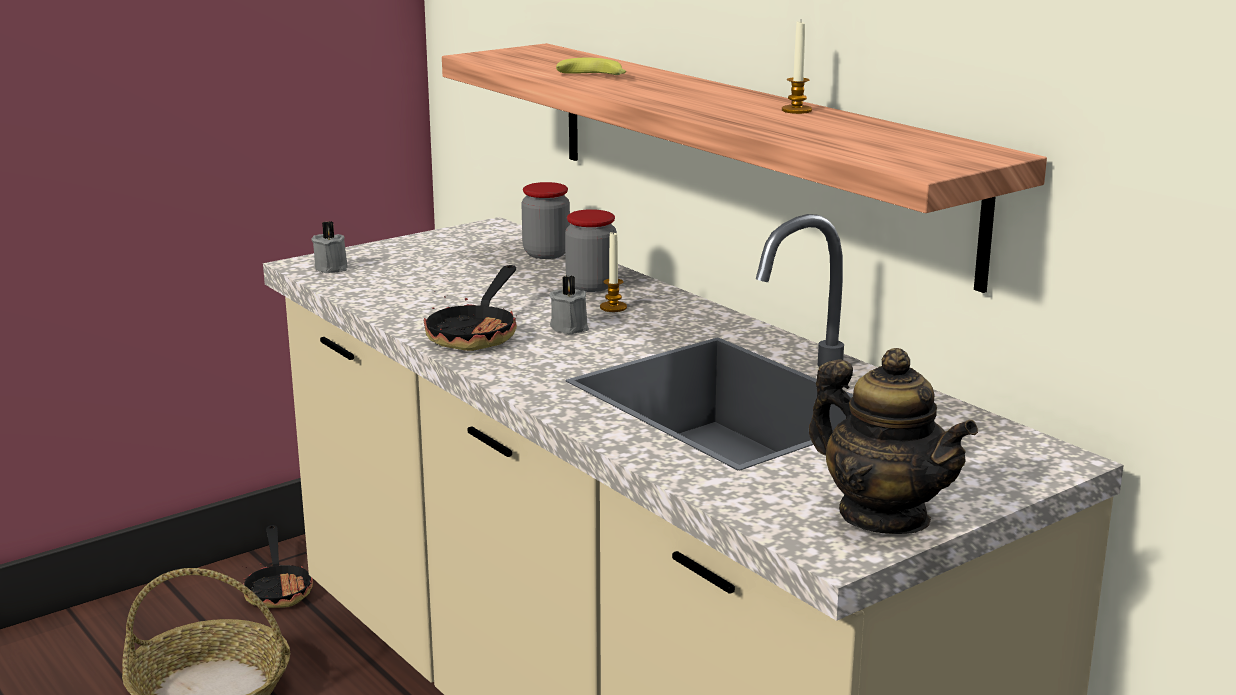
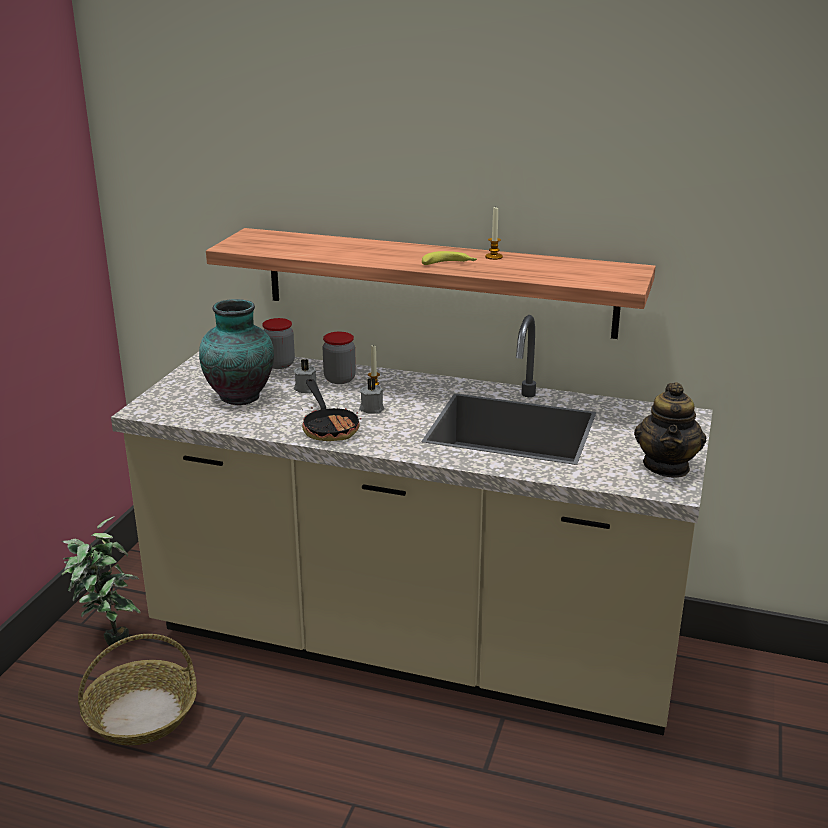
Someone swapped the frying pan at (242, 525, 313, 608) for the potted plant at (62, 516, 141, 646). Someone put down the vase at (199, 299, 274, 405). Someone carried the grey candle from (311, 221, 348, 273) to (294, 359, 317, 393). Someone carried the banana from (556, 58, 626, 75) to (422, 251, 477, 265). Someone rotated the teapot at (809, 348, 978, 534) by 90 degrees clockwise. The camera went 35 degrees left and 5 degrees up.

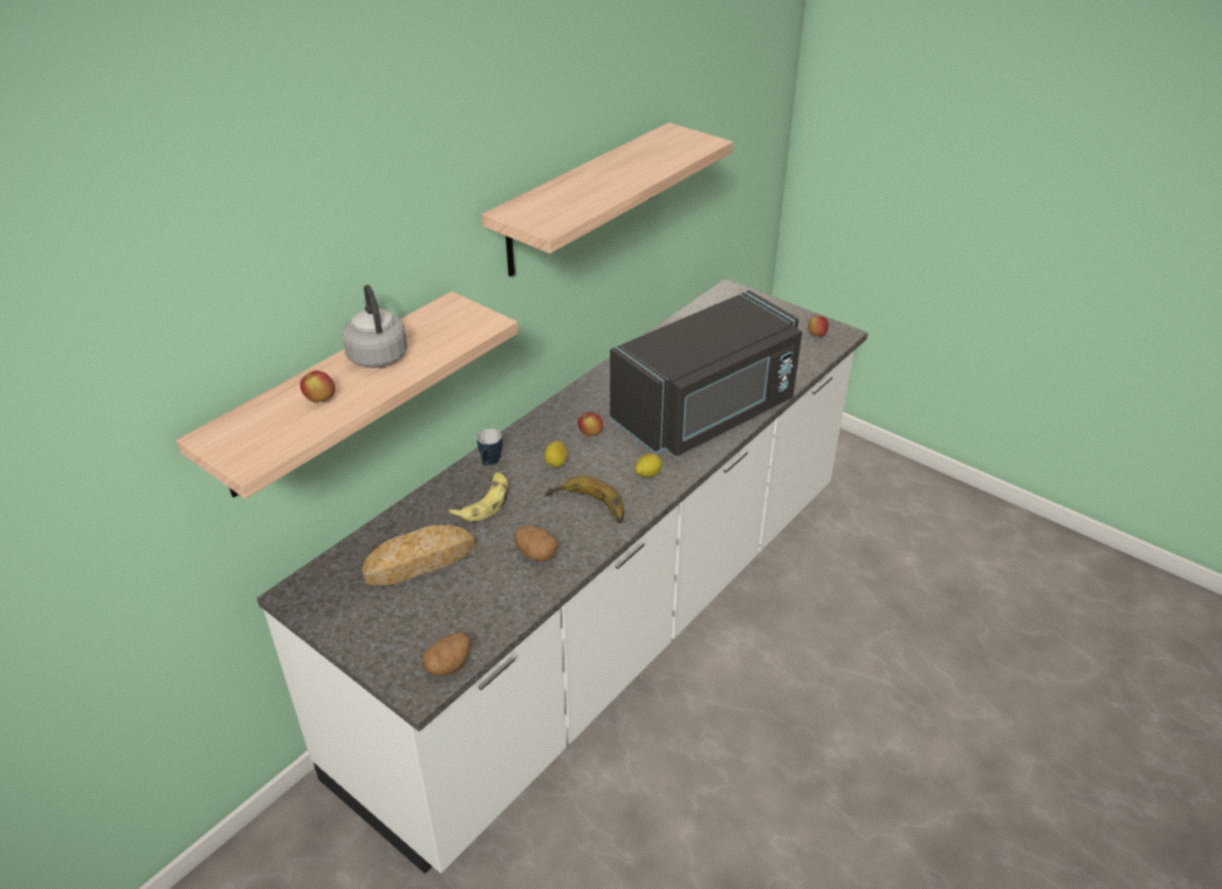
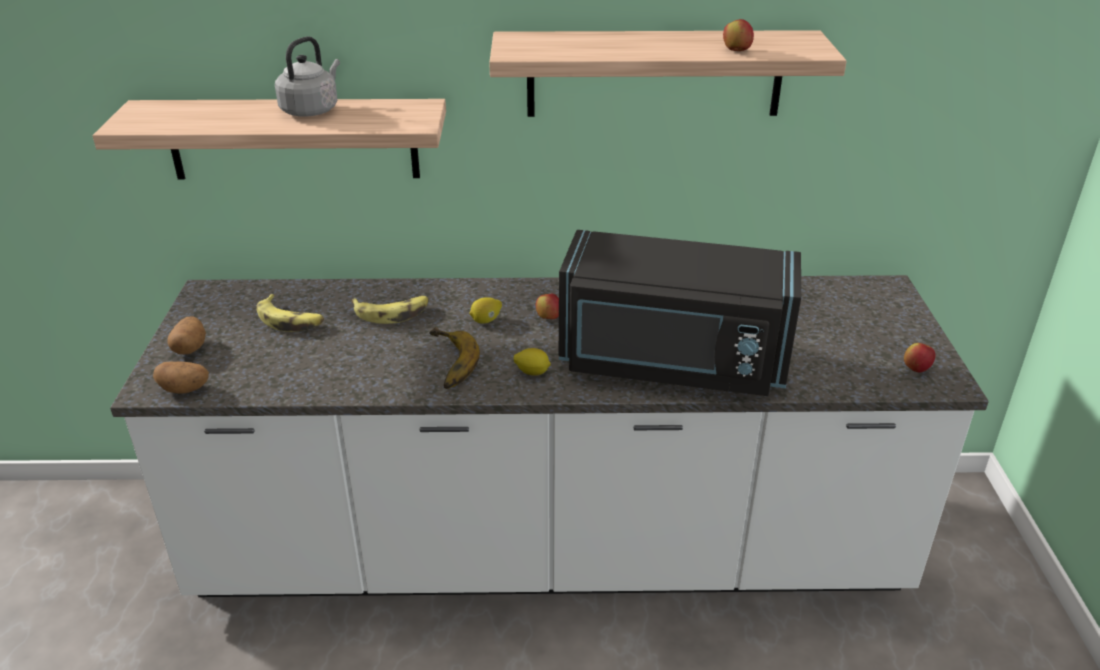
Someone carried the potato from (514, 526, 559, 562) to (167, 316, 206, 355). Someone swapped the bread at (362, 525, 475, 585) for the banana at (256, 294, 324, 332). Someone carried the apple from (300, 371, 335, 402) to (723, 19, 754, 51). Someone took away the mug at (477, 428, 502, 466). The camera went 50 degrees right and 5 degrees down.

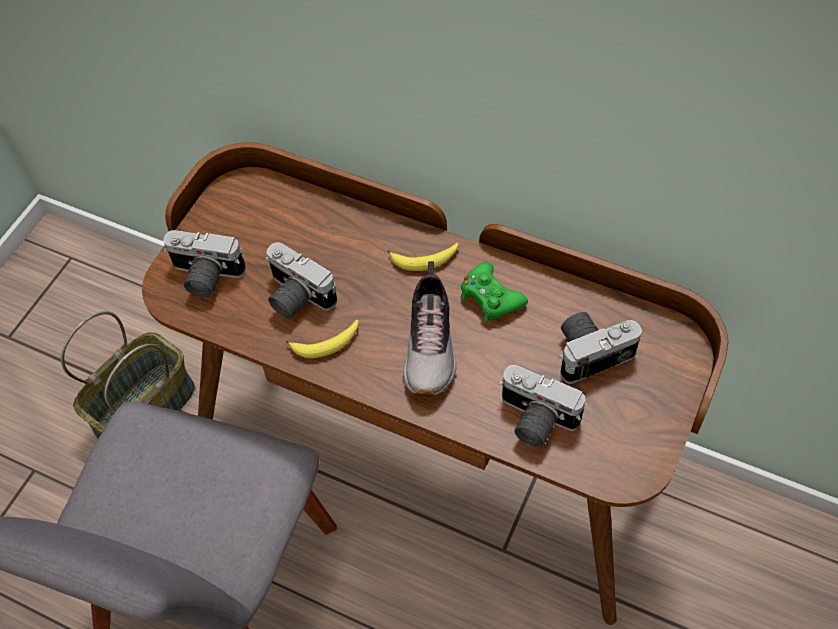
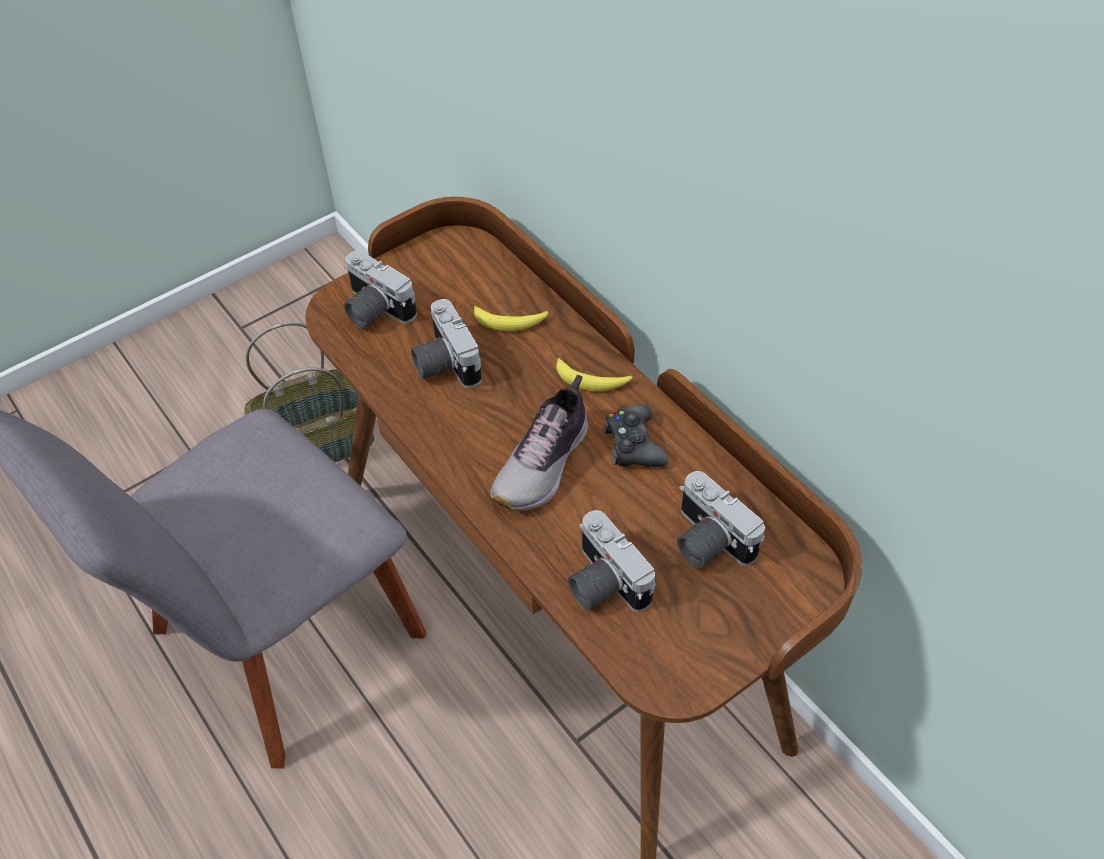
Someone carried the banana from (286, 320, 359, 358) to (473, 303, 548, 331). Someone repainted the green game controller at (461, 262, 528, 322), which became the black game controller at (603, 404, 669, 467). Someone rotated the photo camera at (559, 312, 642, 384) by 135 degrees counterclockwise. The camera went 25 degrees right and 5 degrees down.

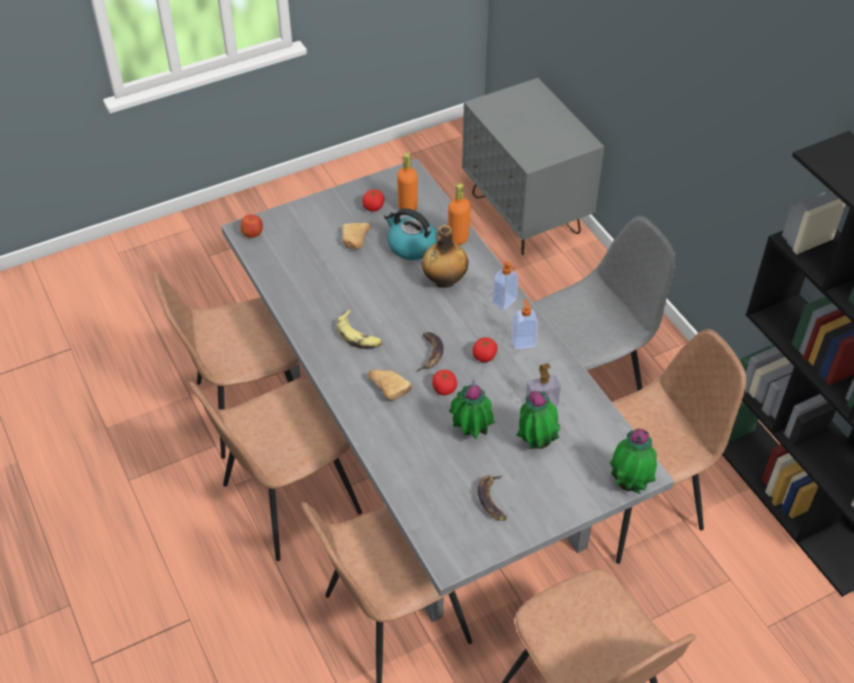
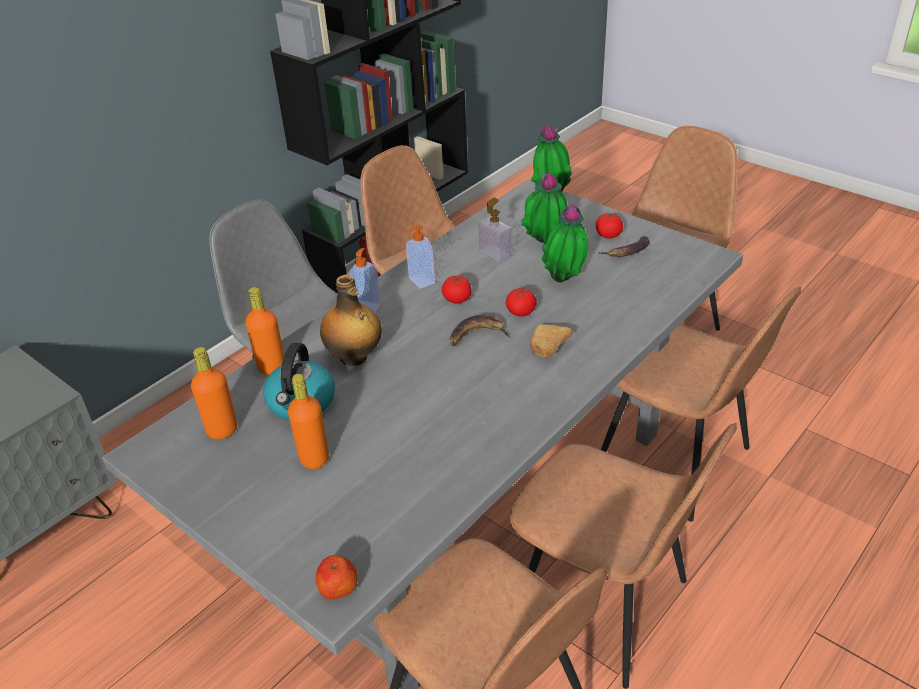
Someone swapped the bread at (342, 223, 371, 250) for the orange bottle at (288, 374, 329, 469). Someone carried the tomato from (362, 190, 385, 212) to (596, 213, 623, 239). Someone took away the banana at (337, 310, 383, 349). The camera went 110 degrees left and 10 degrees down.

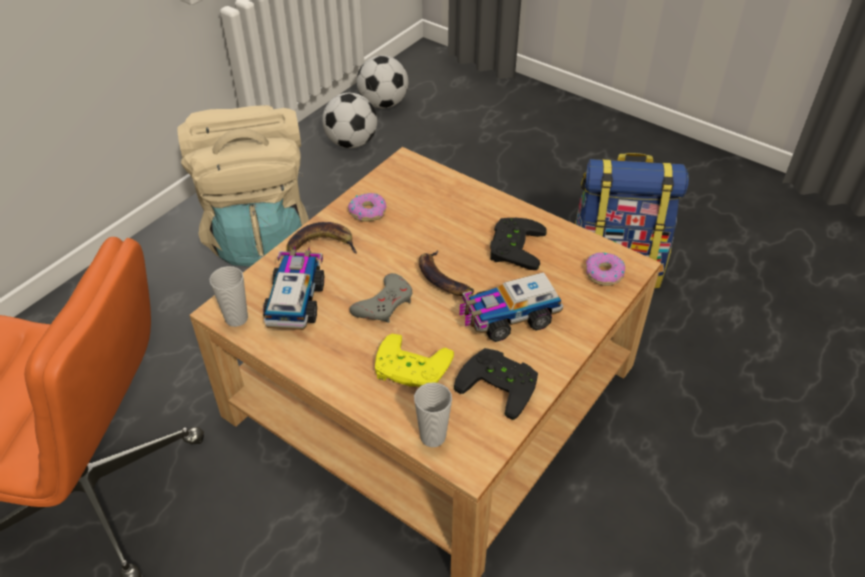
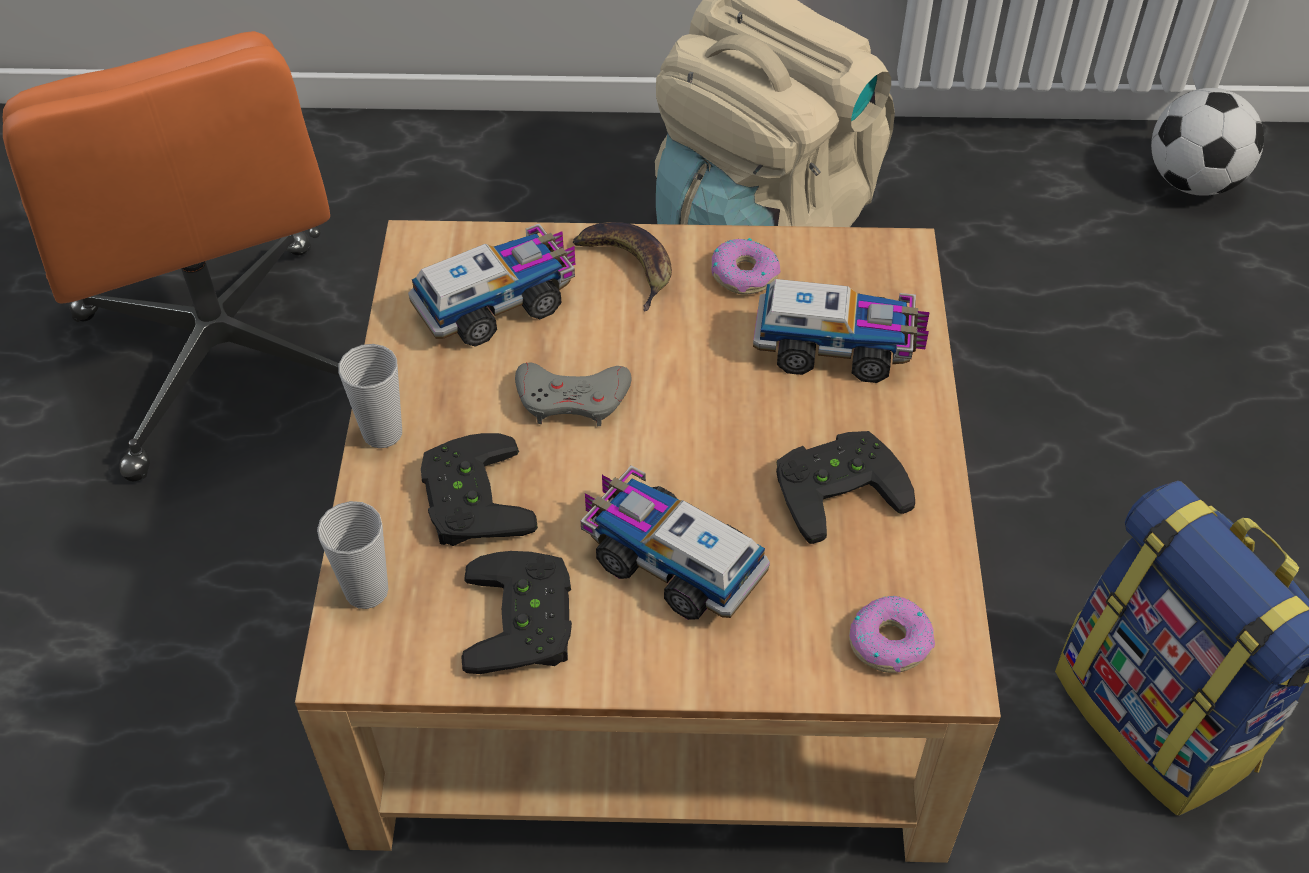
Someone carried the cup from (209, 266, 248, 327) to (338, 344, 402, 448). Someone repainted the yellow game controller at (375, 334, 454, 387), which became the black game controller at (421, 433, 538, 546). Someone put down the toy truck at (753, 279, 930, 383). Someone took away the football at (322, 93, 377, 148). Someone took away the banana at (419, 250, 474, 296). The camera went 55 degrees right and 5 degrees up.

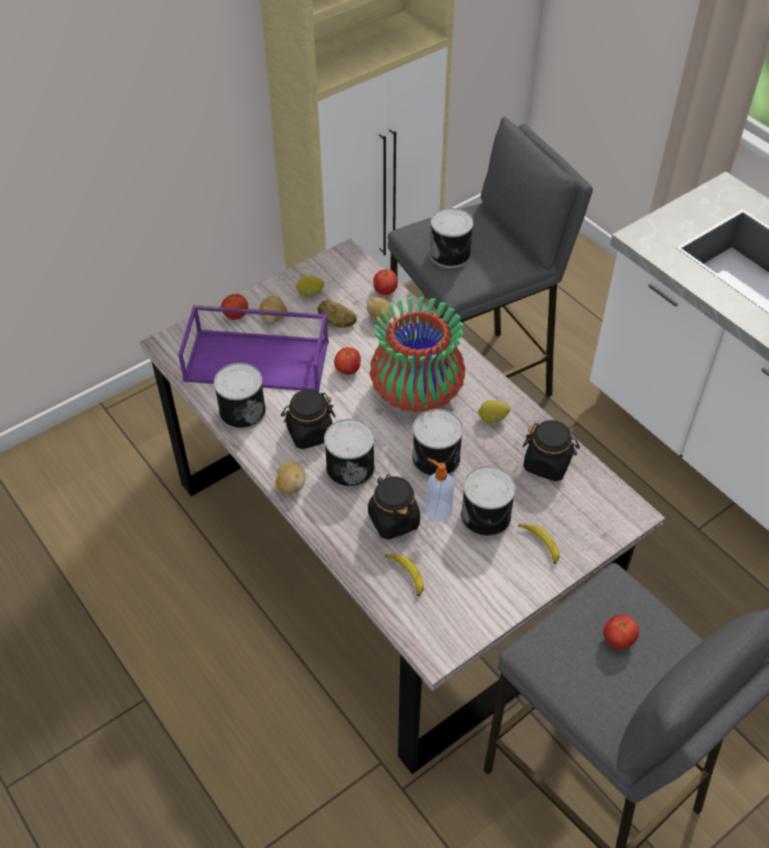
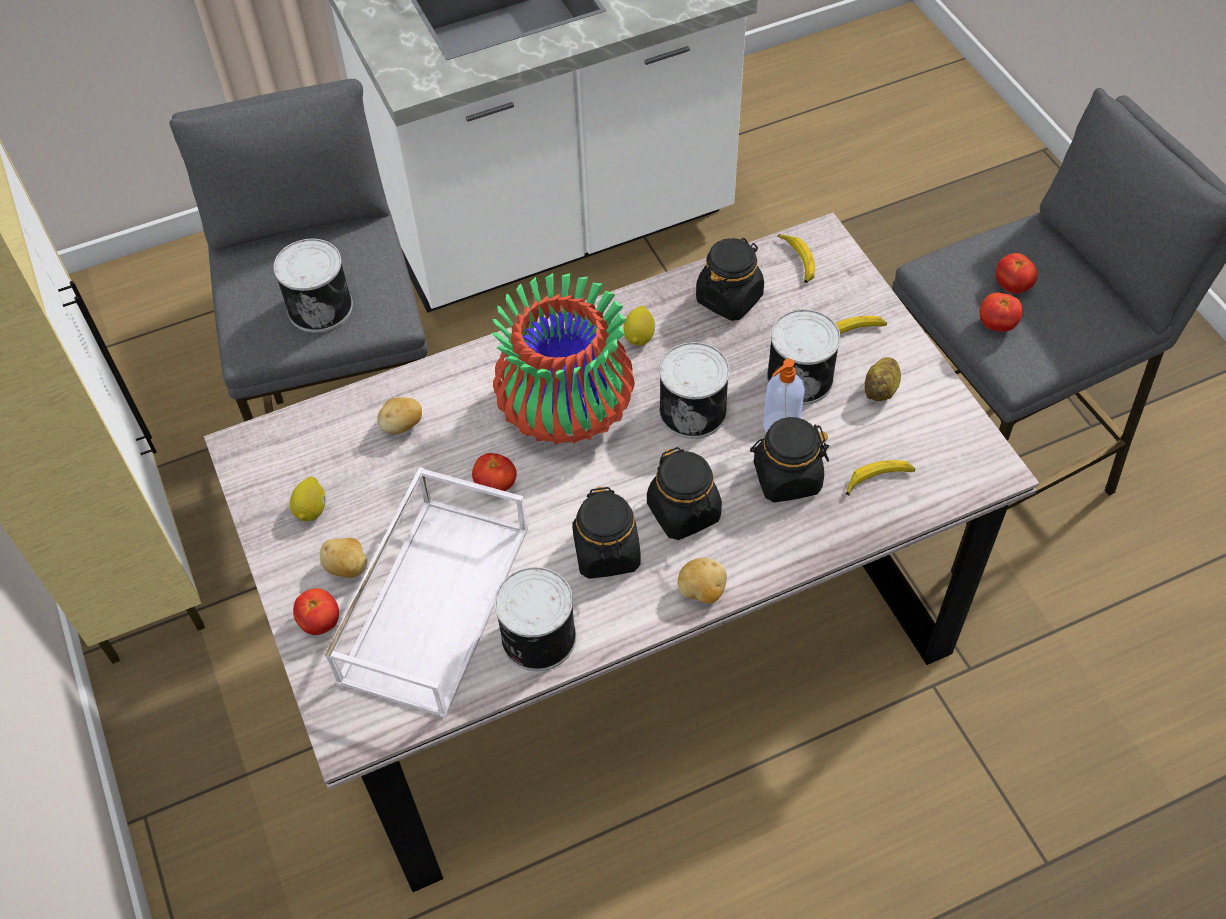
Someone repainted the purple tray at (178, 305, 329, 392), which became the white tray at (325, 467, 528, 718). Someone swapped the can at (324, 419, 375, 488) for the black jar at (647, 447, 722, 540). Someone put down the banana at (778, 234, 815, 283). Someone carried the potato from (318, 300, 357, 328) to (864, 357, 901, 401). Someone carried the tomato from (373, 269, 398, 295) to (979, 292, 1023, 332). The camera went 75 degrees left and 5 degrees up.

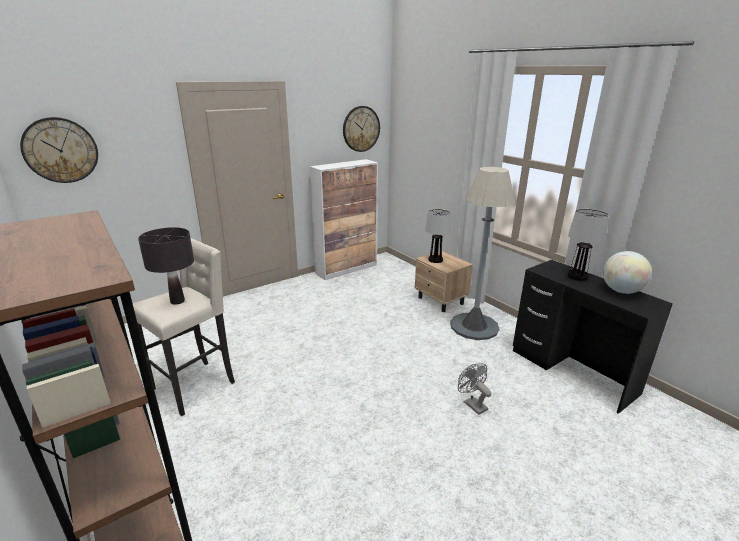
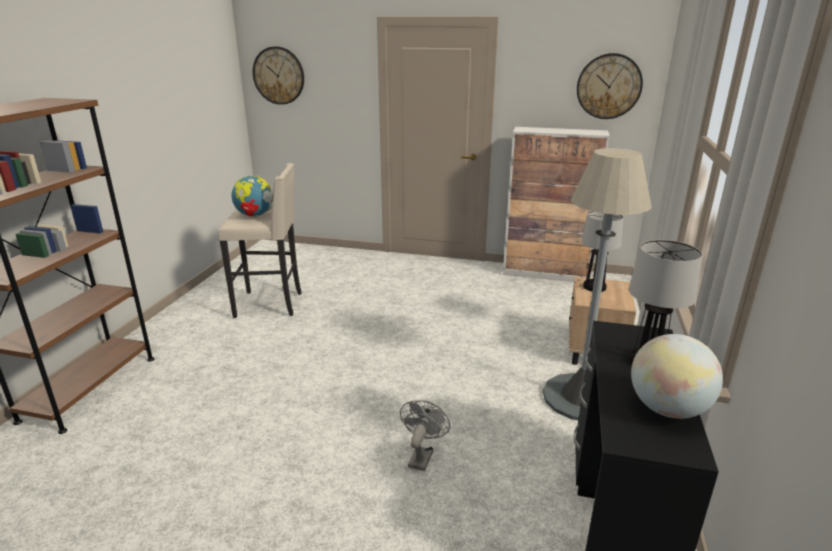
Someone swapped the black table lamp at (138, 227, 194, 305) for the globe at (231, 175, 273, 217). The camera went 50 degrees right and 0 degrees up.

